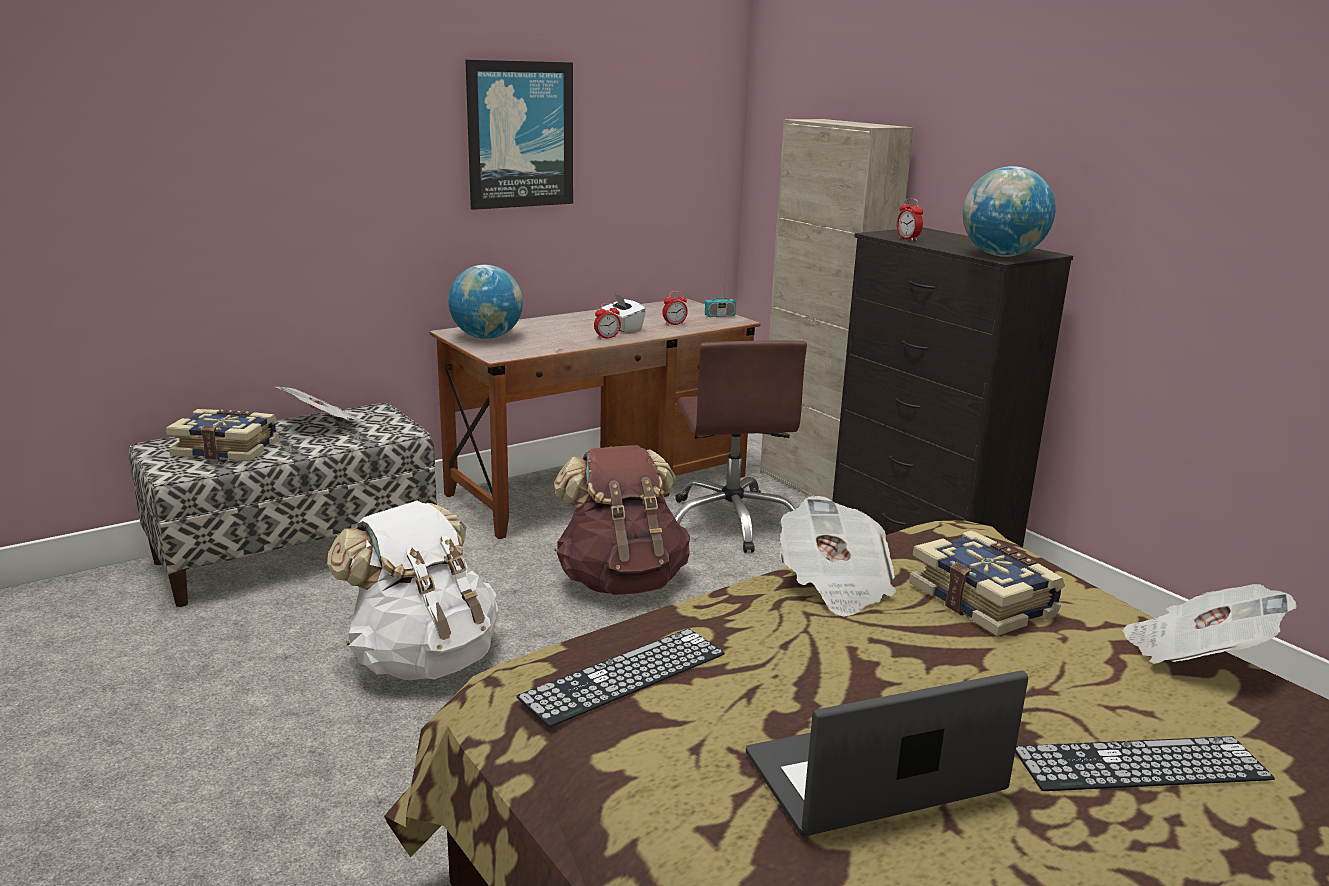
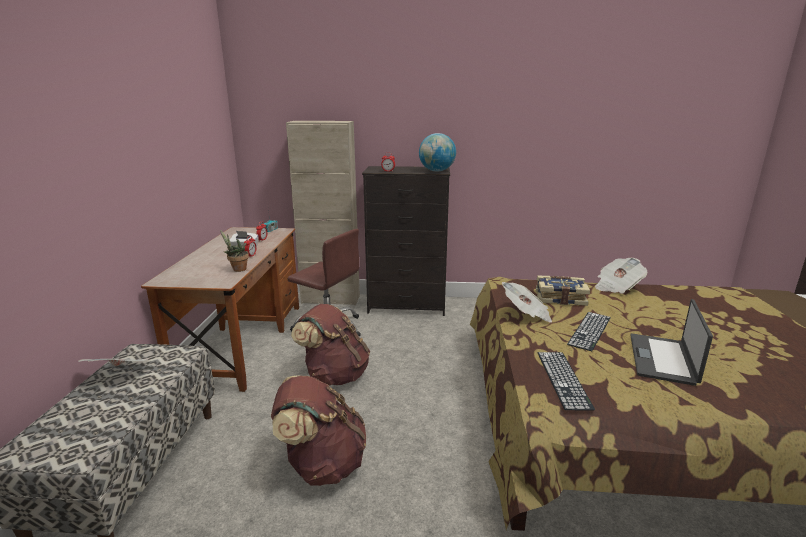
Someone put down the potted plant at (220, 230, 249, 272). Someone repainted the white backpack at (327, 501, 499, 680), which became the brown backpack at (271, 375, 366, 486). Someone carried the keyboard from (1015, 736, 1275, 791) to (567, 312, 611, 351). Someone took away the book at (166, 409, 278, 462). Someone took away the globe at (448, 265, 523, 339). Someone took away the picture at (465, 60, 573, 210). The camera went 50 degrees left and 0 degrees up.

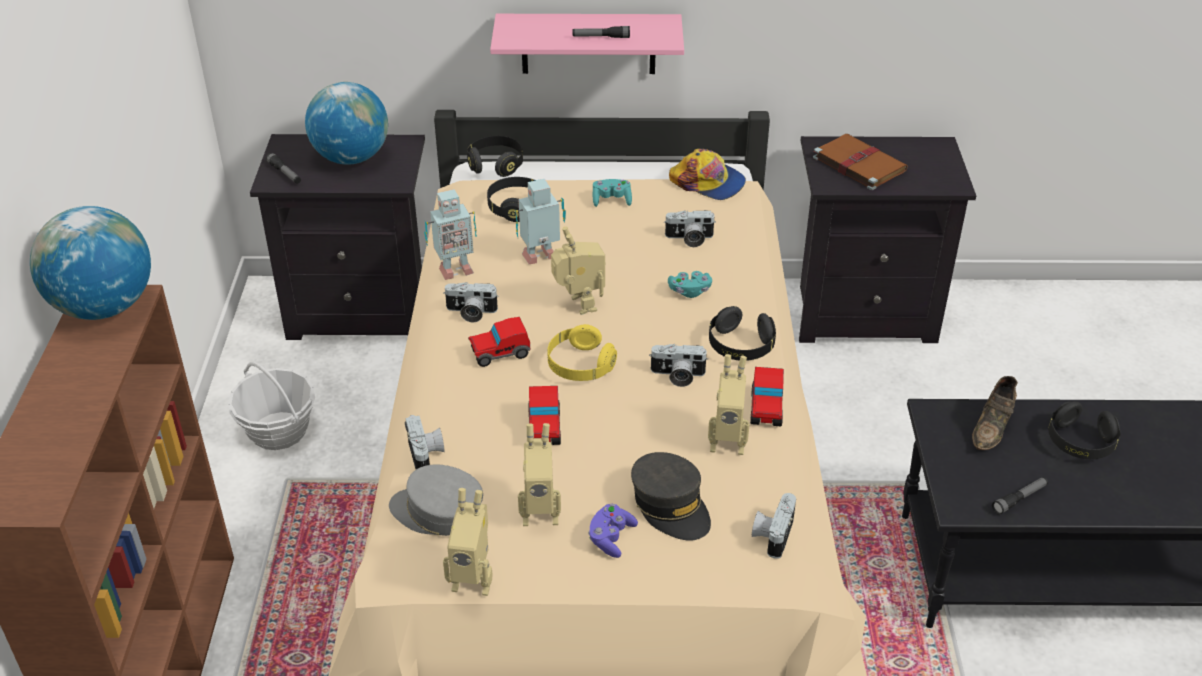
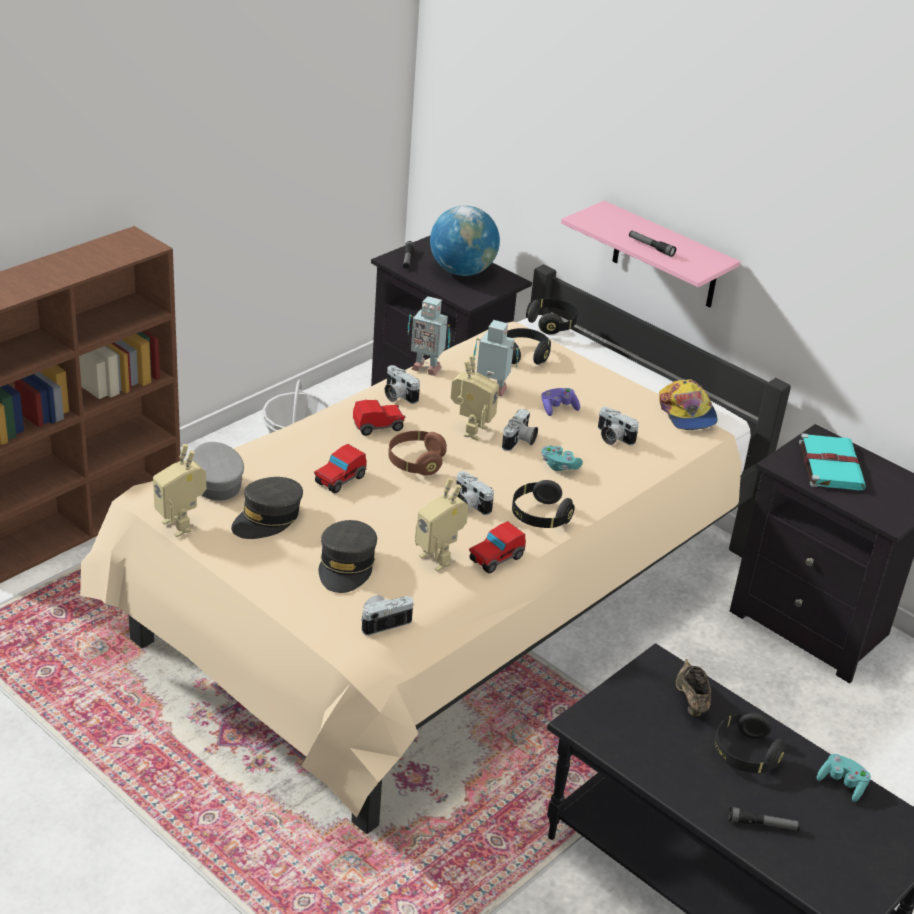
Someone swapped the toy robot at (518, 423, 561, 526) for the grey cap at (231, 477, 303, 539). Someone rotated the toy car at (468, 317, 530, 367) by 135 degrees clockwise. Someone repainted the yellow headphones at (548, 324, 617, 381), which became the brown headphones at (389, 431, 447, 475). Someone carried the photo camera from (405, 415, 445, 469) to (502, 409, 538, 451). Someone carried the purple game controller from (588, 504, 638, 558) to (542, 388, 580, 416). Someone rotated the brown shoe at (972, 376, 1018, 450) by 105 degrees clockwise. Someone carried the flashlight from (992, 477, 1048, 515) to (729, 807, 800, 831). Someone repainted the brown book at (813, 134, 908, 190), which became the turquoise book at (799, 433, 866, 491). Someone carried the turquoise game controller from (593, 179, 632, 207) to (817, 754, 871, 802). Someone took away the globe at (30, 206, 151, 320). The camera went 40 degrees right and 5 degrees down.

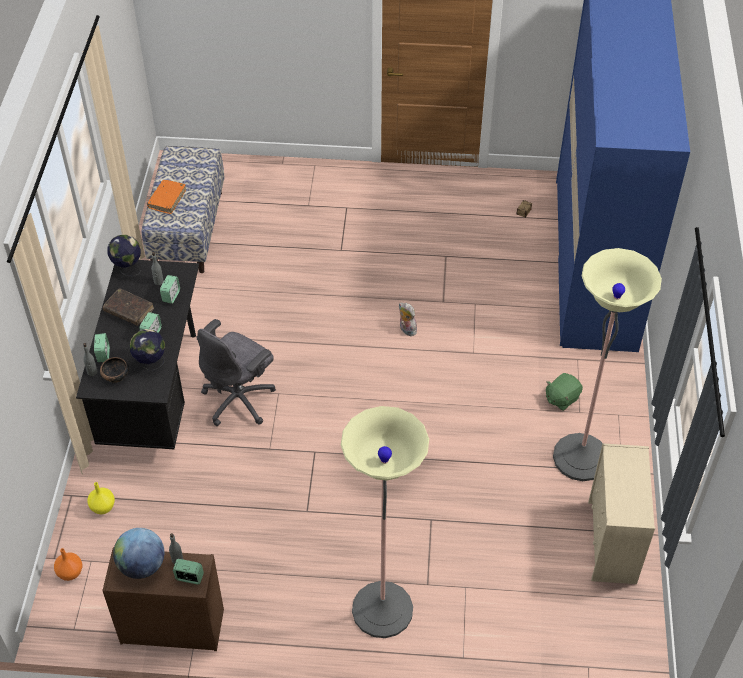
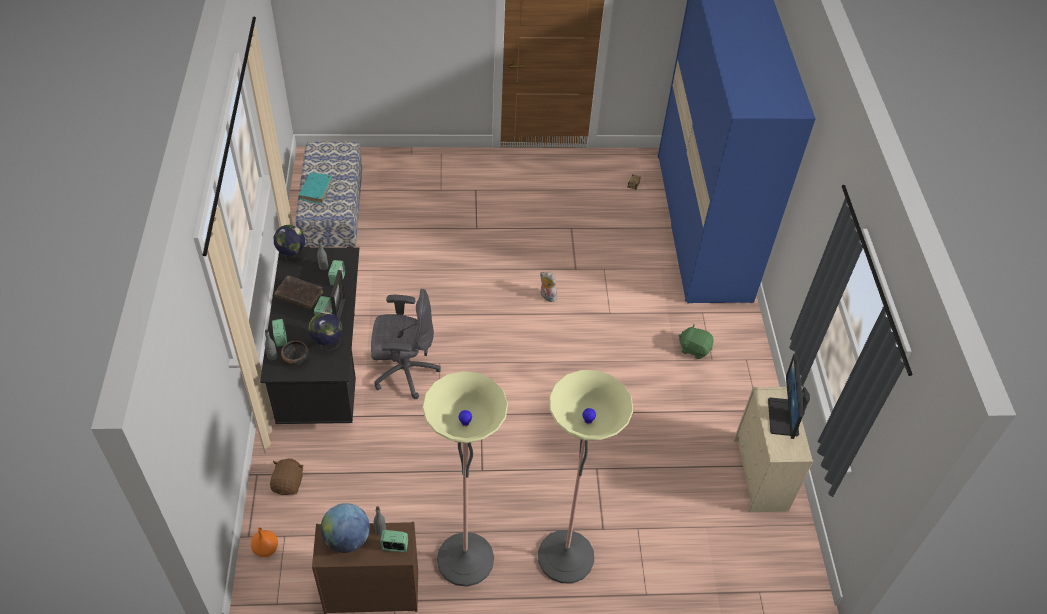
Someone swapped the yellow vase at (87, 482, 115, 514) for the brown plush toy at (270, 459, 304, 495). Someone repainted the orange book at (147, 180, 186, 214), which became the turquoise book at (298, 173, 333, 204). Someone put down the picture frame at (330, 270, 346, 320). Someone rotated the grey office chair at (196, 319, 276, 426) by 120 degrees counterclockwise. Someone carried the floor lamp from (553, 248, 662, 481) to (422, 371, 508, 587). Someone rotated the green plush toy at (546, 373, 583, 411) by 75 degrees clockwise. Someone put down the monitor at (768, 354, 810, 439). The camera went 10 degrees left and 0 degrees up.

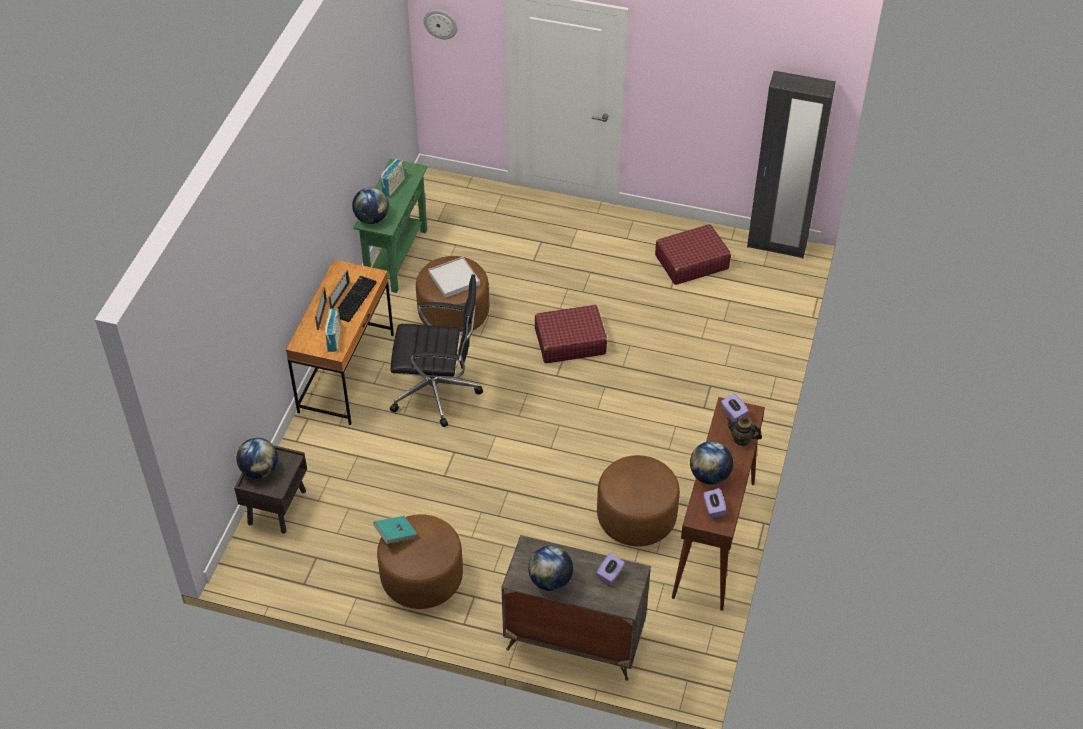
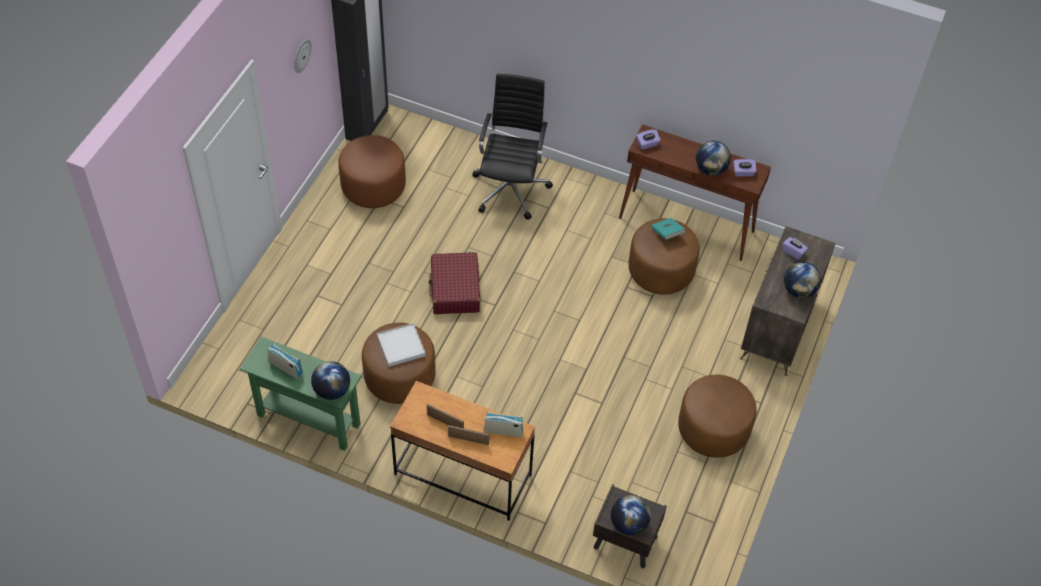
Someone carried the wall clock from (424, 10, 457, 39) to (294, 39, 312, 73). Someone swapped the red suitcase at (655, 224, 731, 285) for the brown ottoman at (338, 135, 406, 208). Someone carried the black office chair from (390, 274, 483, 427) to (472, 74, 553, 220). Someone carried the turquoise book from (373, 516, 417, 544) to (651, 218, 685, 240). Someone took away the keyboard at (337, 276, 376, 322). Someone took away the teapot at (726, 416, 762, 446). The camera went 85 degrees left and 5 degrees up.

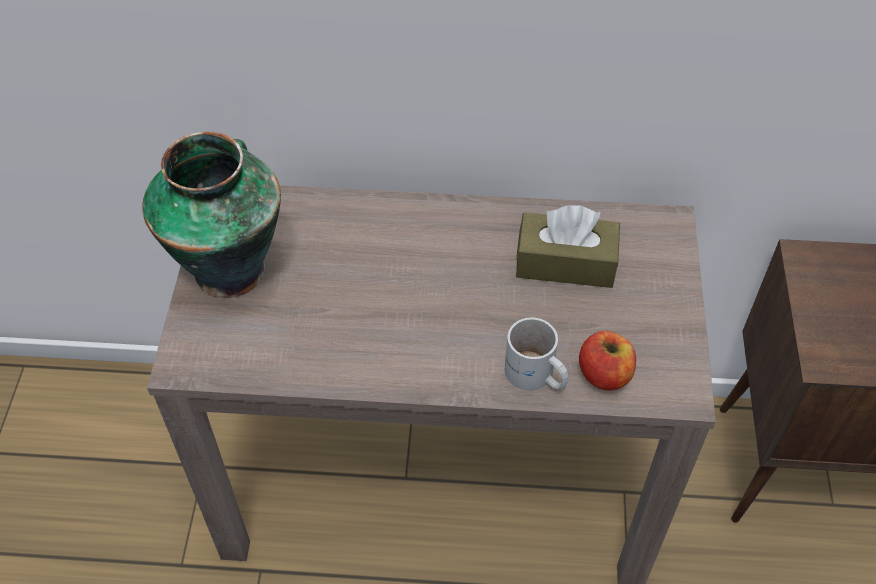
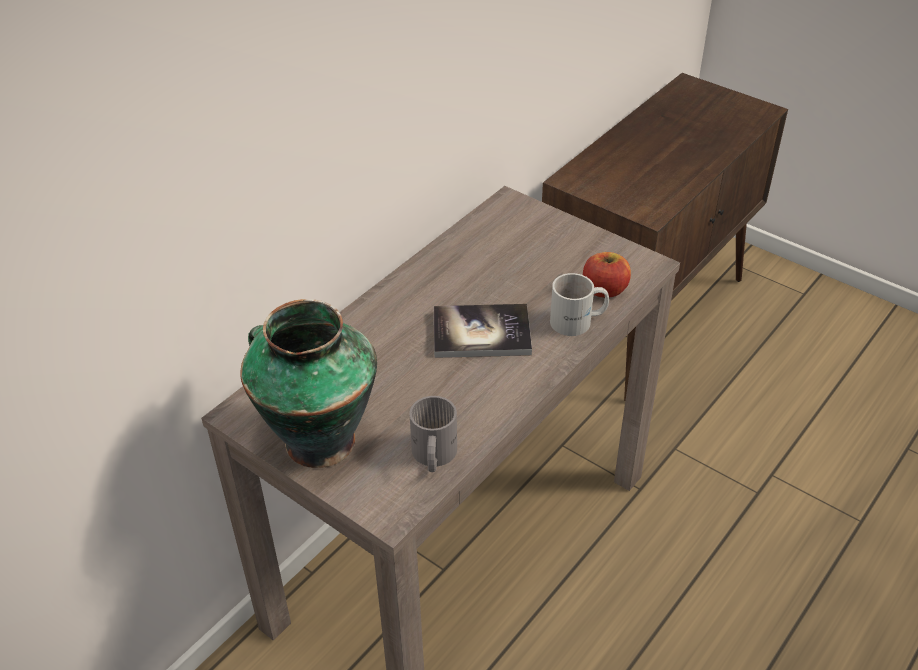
Someone put down the grey mug at (409, 396, 457, 472). Someone put down the book at (434, 304, 532, 358). Someone took away the brown tissue box at (516, 205, 620, 288). The camera went 55 degrees left and 10 degrees down.

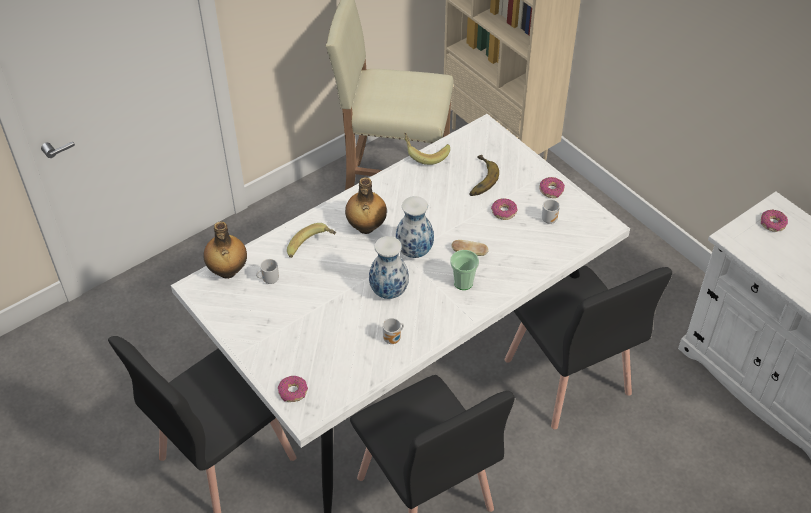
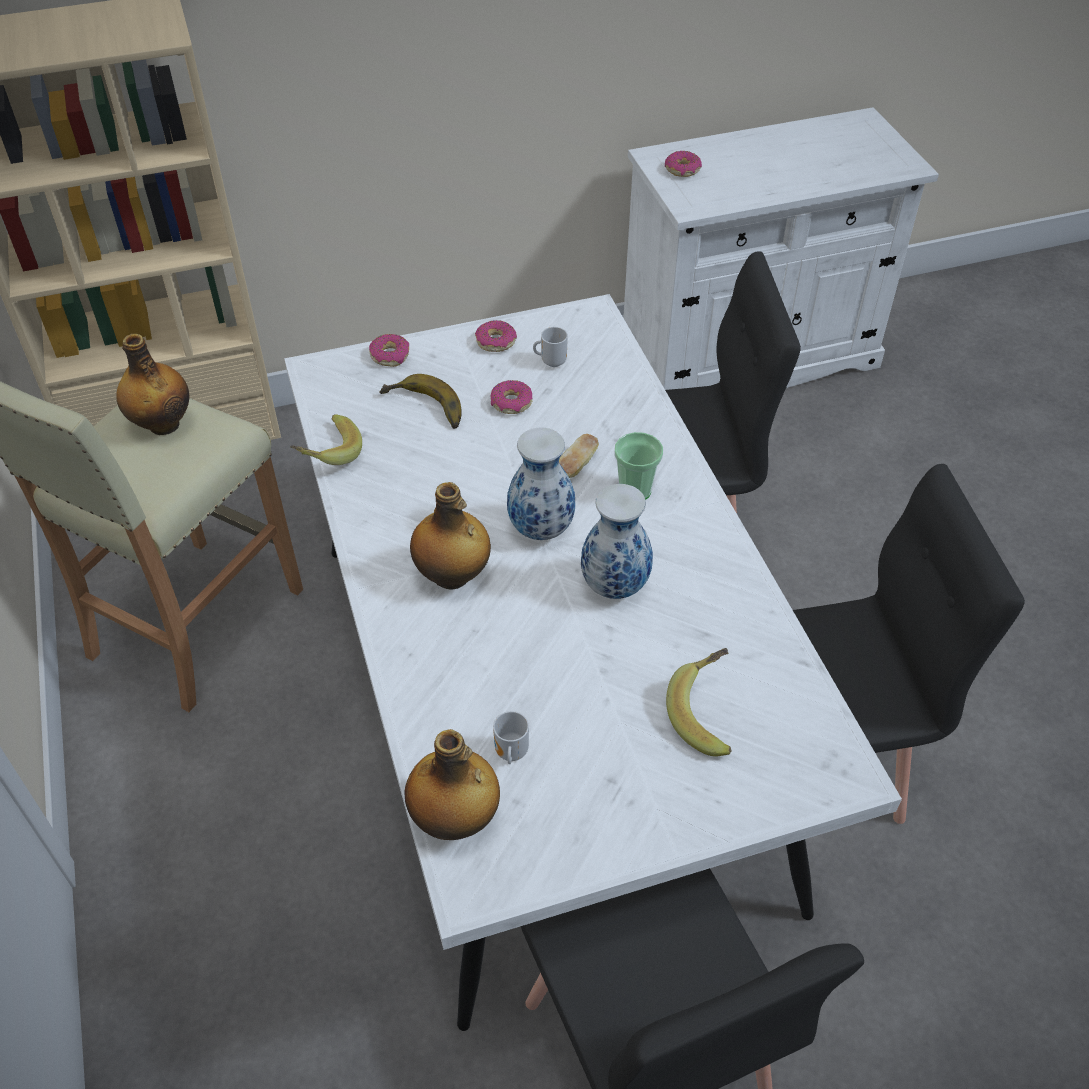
Someone put down the bottle at (116, 334, 189, 435). Someone carried the donut from (278, 376, 308, 402) to (369, 334, 409, 367). Someone carried the banana from (287, 223, 336, 258) to (666, 648, 732, 757). Someone took away the mug at (382, 318, 404, 344). The camera went 70 degrees left and 0 degrees up.

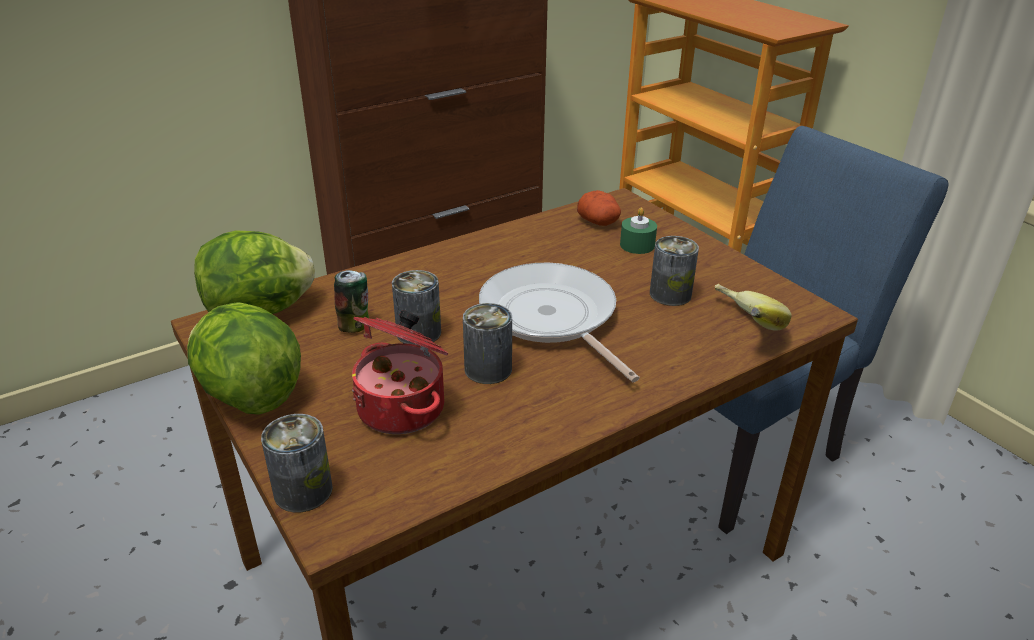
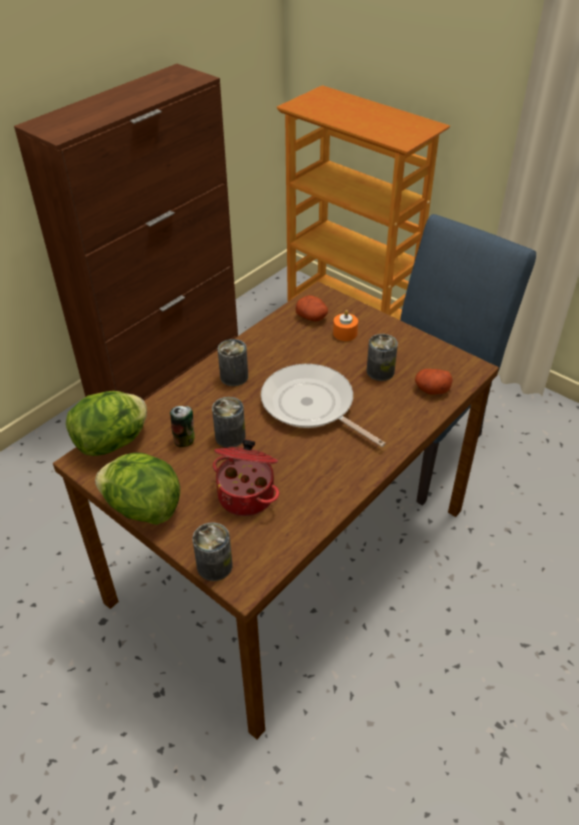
Someone carried the can from (463, 303, 512, 384) to (218, 339, 248, 386). Someone repainted the green candle at (620, 207, 657, 254), which became the orange candle at (333, 310, 358, 341). Someone swapped the banana at (715, 284, 792, 331) for the potato at (415, 369, 453, 395). The camera went 15 degrees left and 10 degrees up.

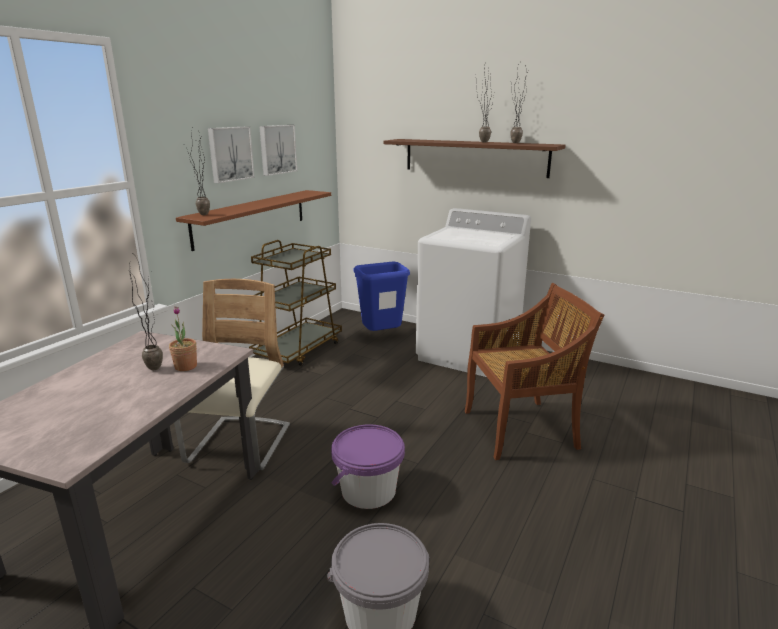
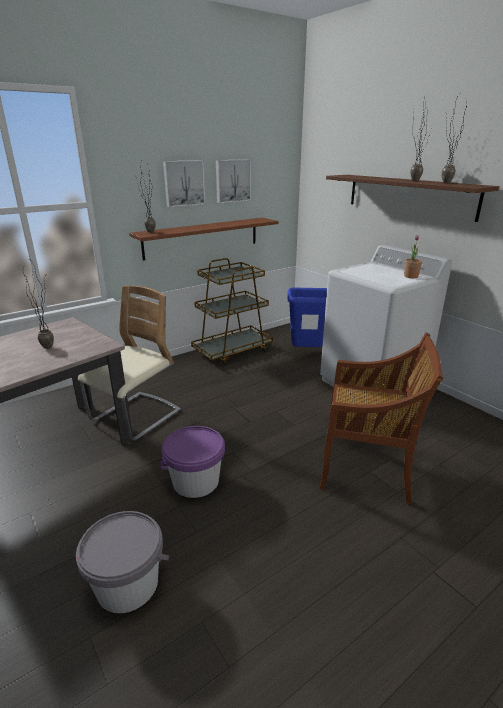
Someone carried the potted plant from (169, 306, 197, 371) to (404, 235, 422, 278). The camera went 25 degrees right and 5 degrees up.

